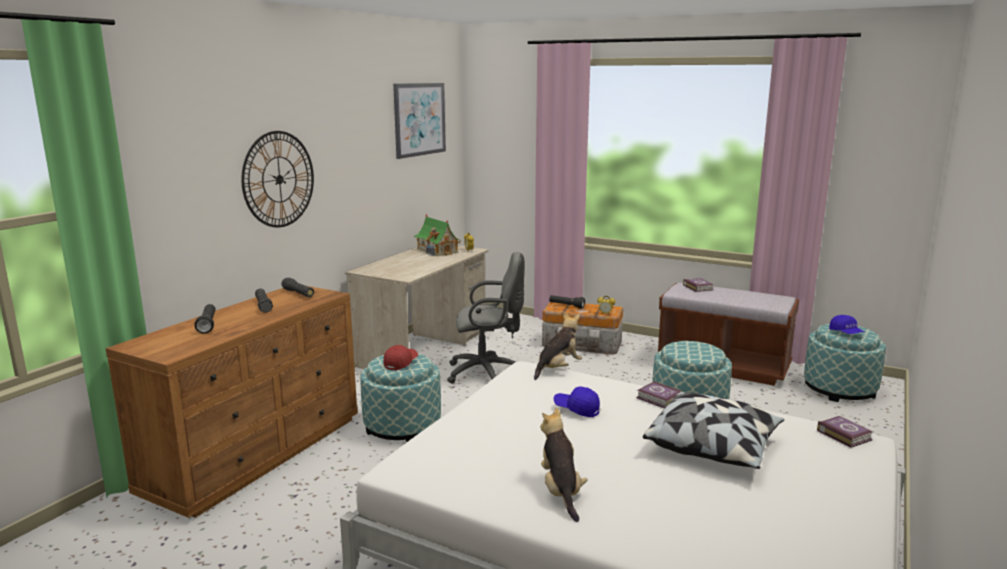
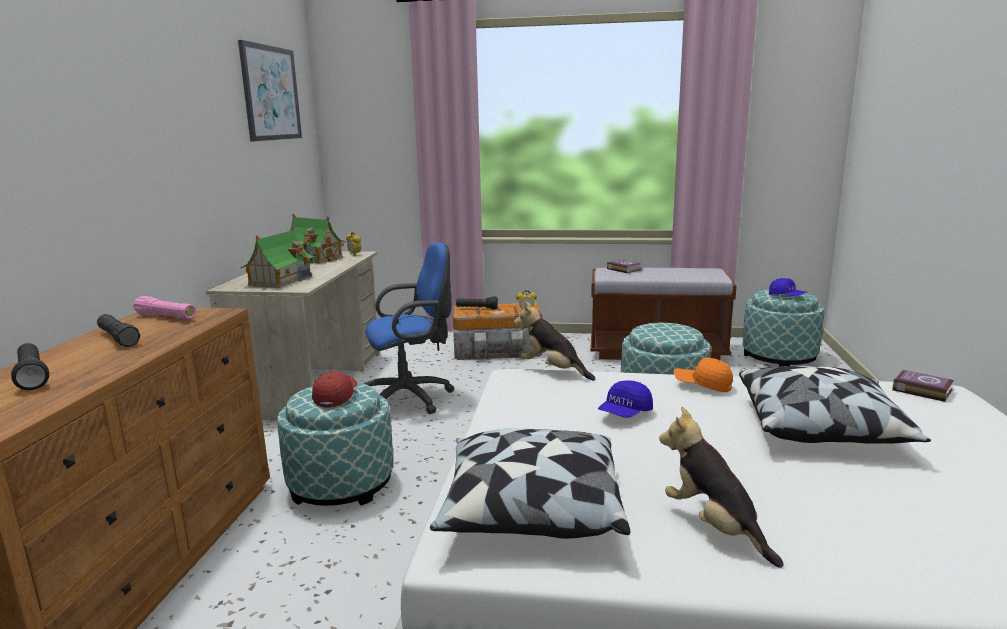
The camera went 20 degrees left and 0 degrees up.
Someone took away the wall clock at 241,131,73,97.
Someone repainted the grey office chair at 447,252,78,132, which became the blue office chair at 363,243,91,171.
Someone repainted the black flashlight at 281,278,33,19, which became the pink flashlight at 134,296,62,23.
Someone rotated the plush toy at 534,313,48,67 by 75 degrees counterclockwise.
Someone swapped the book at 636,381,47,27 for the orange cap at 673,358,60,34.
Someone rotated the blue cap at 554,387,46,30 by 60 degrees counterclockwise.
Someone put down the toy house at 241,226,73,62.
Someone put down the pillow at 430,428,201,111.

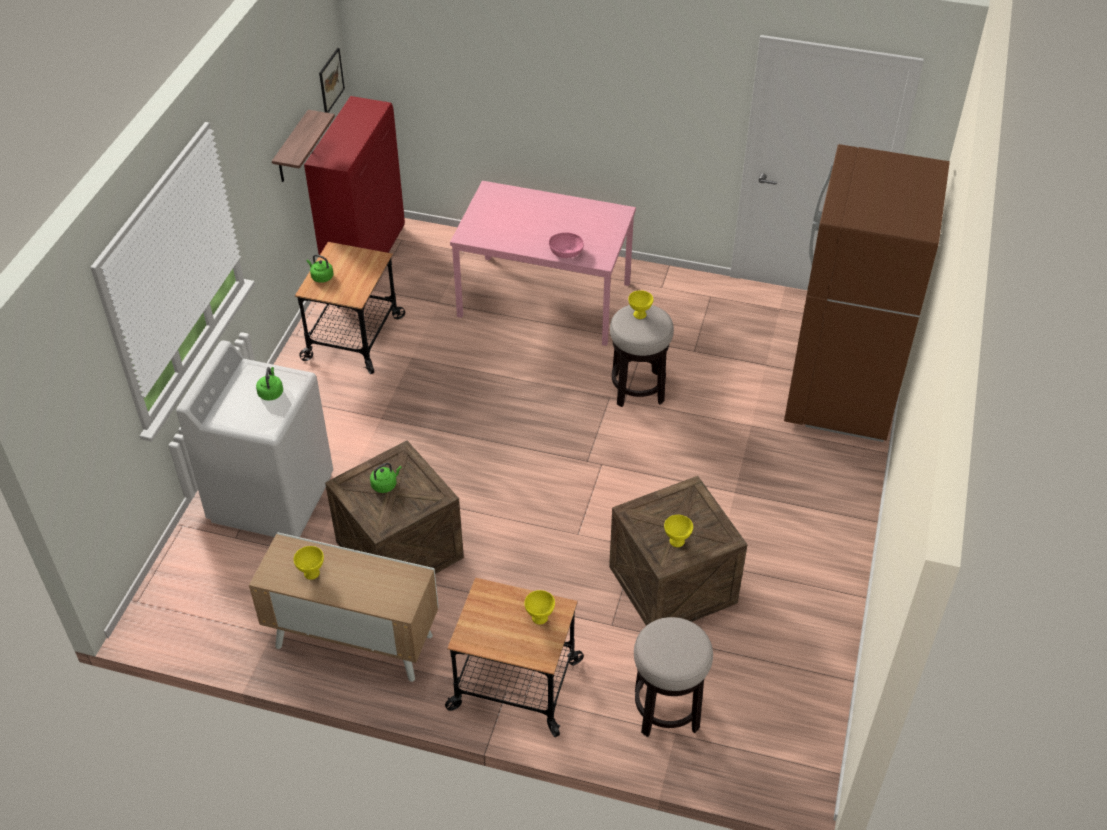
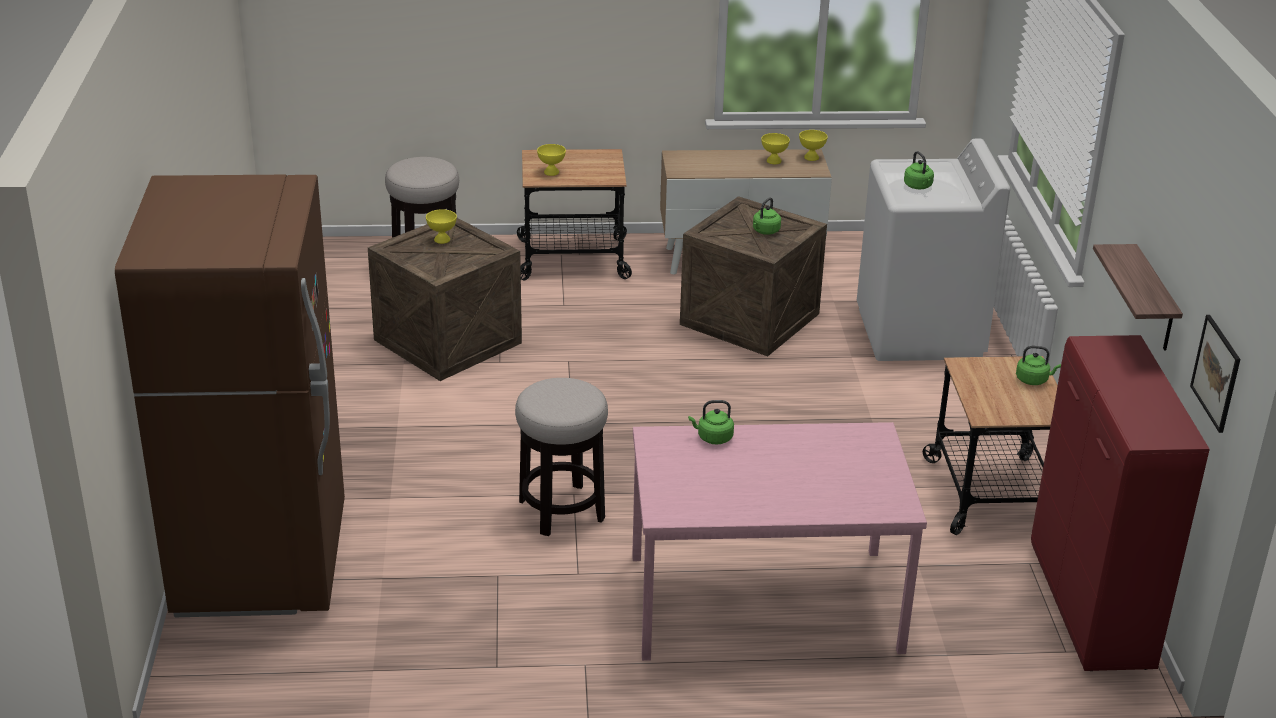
The camera went 160 degrees right and 15 degrees down.
Someone swapped the pink bowl at 549,232,35,26 for the green kettle at 688,400,46,45.
Someone carried the yellow bowl from 628,290,25,29 to 799,130,29,31.

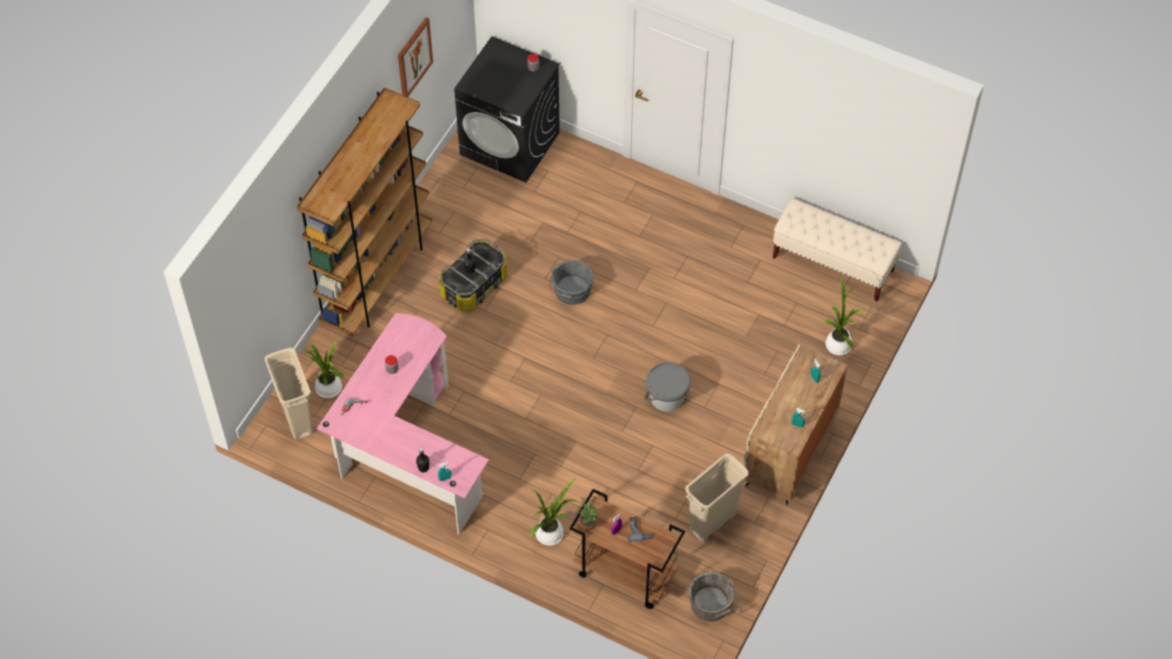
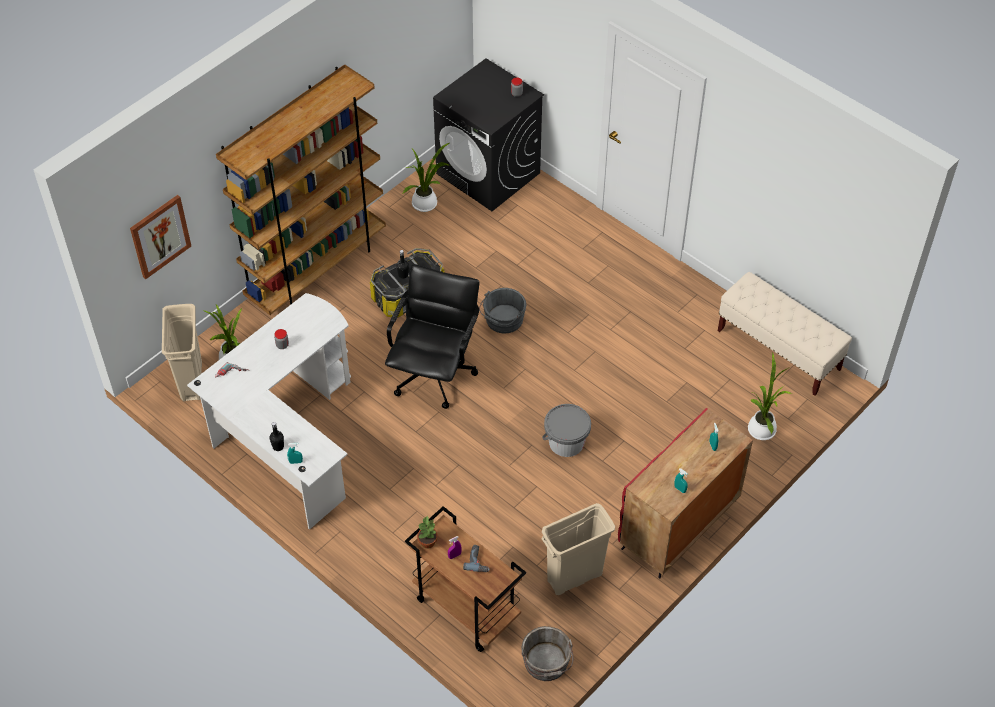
The camera went 15 degrees right and 5 degrees down.
Someone carried the picture from 398,17,35,80 to 130,195,61,84.
Someone repainted the pink desk at 317,313,172,221, which became the white desk at 187,293,164,237.
Someone repainted the beige cabinet at 744,344,104,161, which became the red cabinet at 618,408,135,171.
Someone carried the potted plant from 530,478,51,68 to 403,143,47,69.
Someone put down the black office chair at 385,264,94,145.

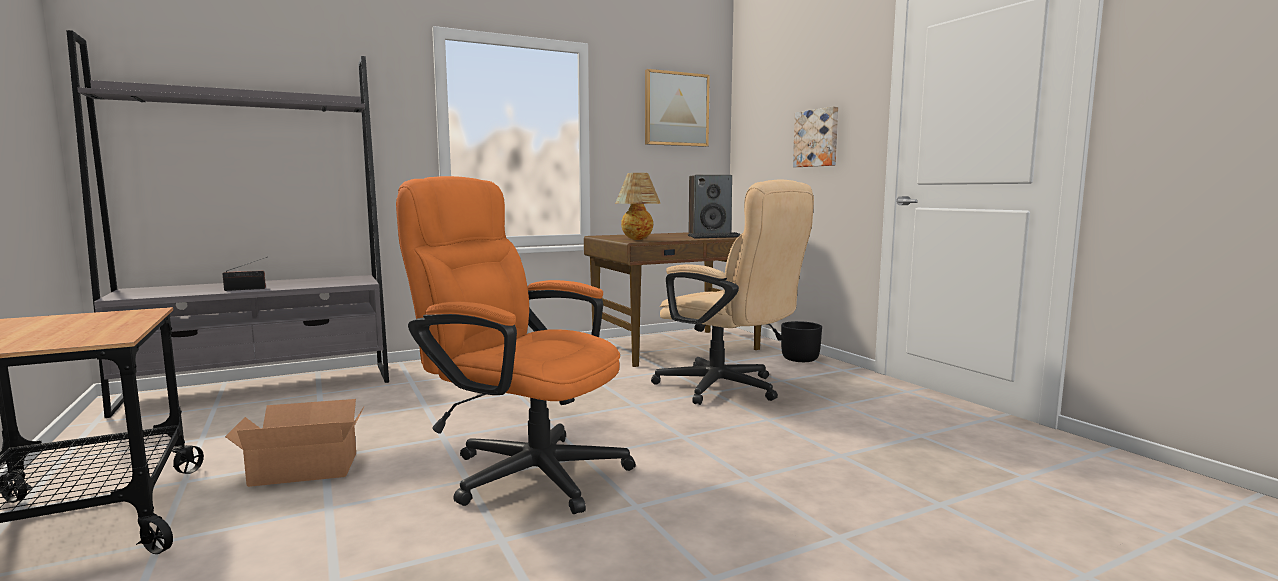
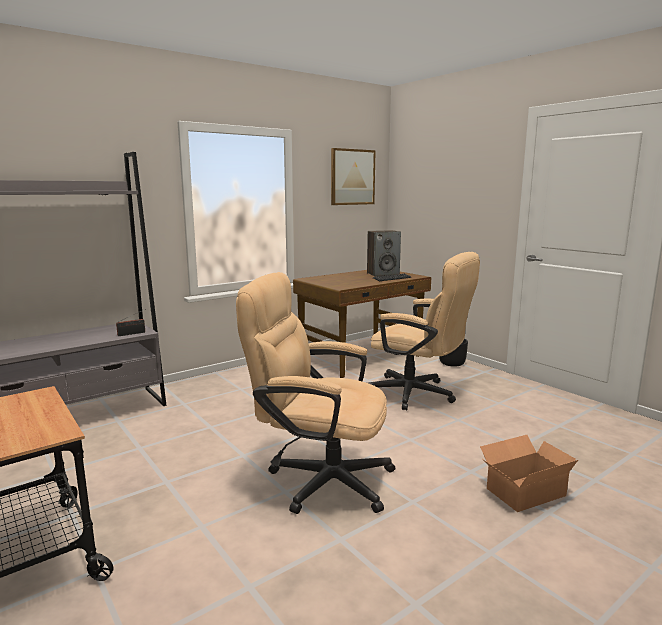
The camera went 10 degrees left and 5 degrees up.
Someone took away the picture at 793,106,45,61.
Someone took away the table lamp at 616,173,45,67.
Someone repainted the orange office chair at 396,176,239,338, which became the beige office chair at 236,272,159,242.
Someone carried the radio from 223,257,44,34 to 116,309,30,27.
Someone carried the cardboard box from 225,399,139,88 to 480,435,98,77.

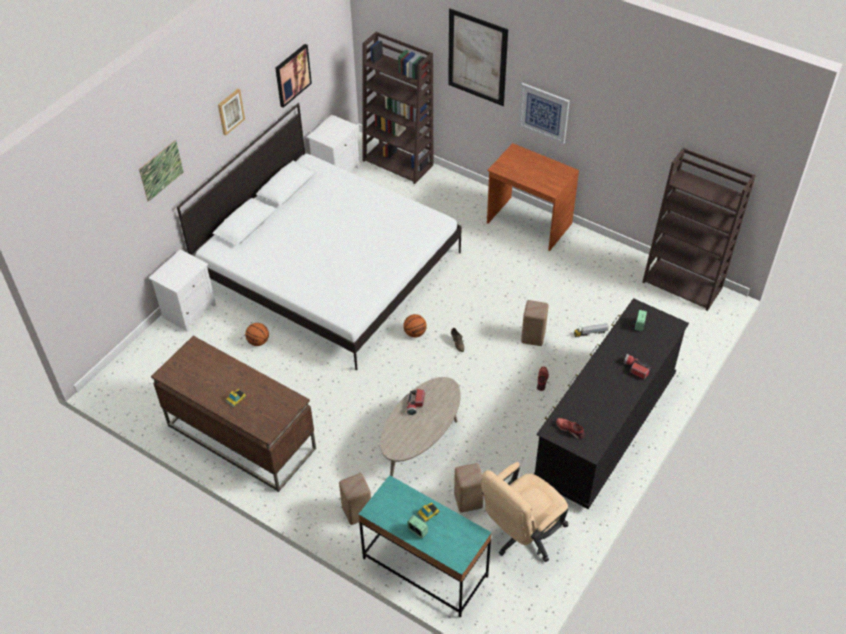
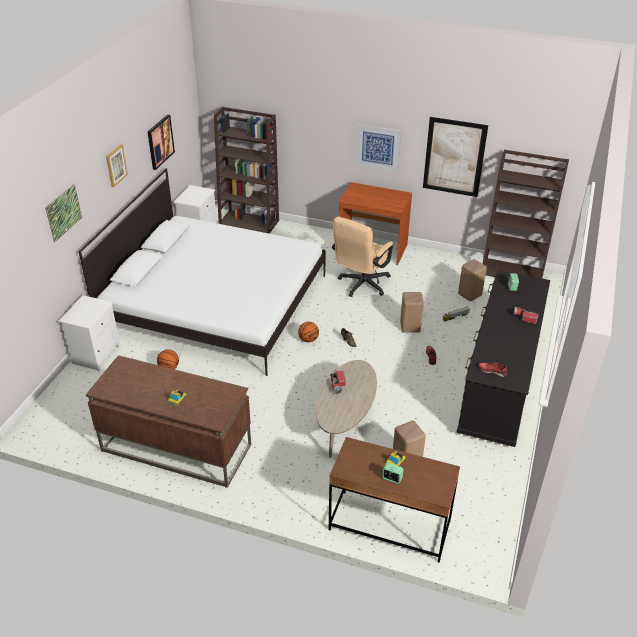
The camera went 15 degrees left and 10 degrees down.
Someone carried the picture from 448,8,60,98 to 423,117,65,80.
Someone carried the beige office chair from 481,462,87,100 to 332,217,61,80.
Someone carried the beige stool from 339,473,32,52 to 458,259,29,42.
Someone repainted the turquoise desk at 358,475,134,143, which became the brown desk at 329,437,131,126.

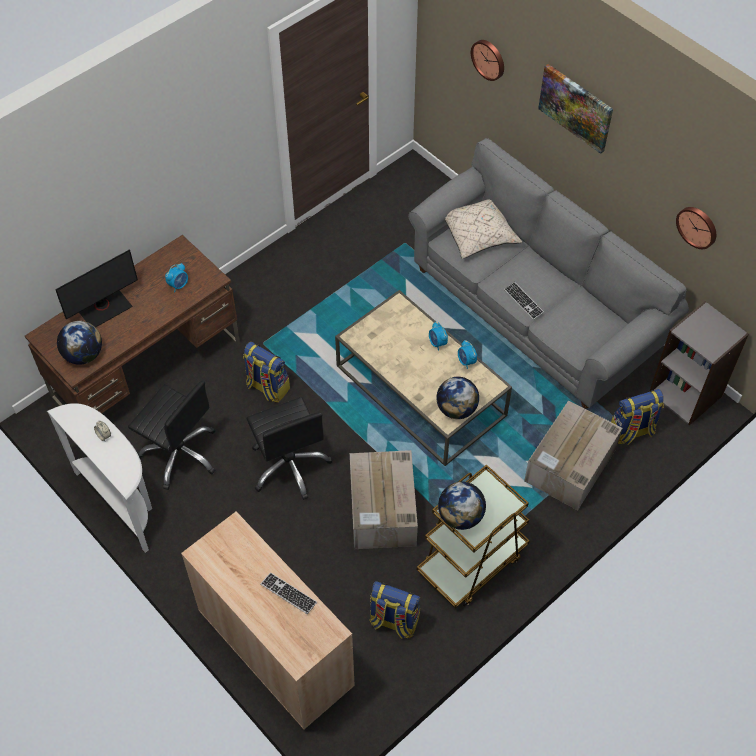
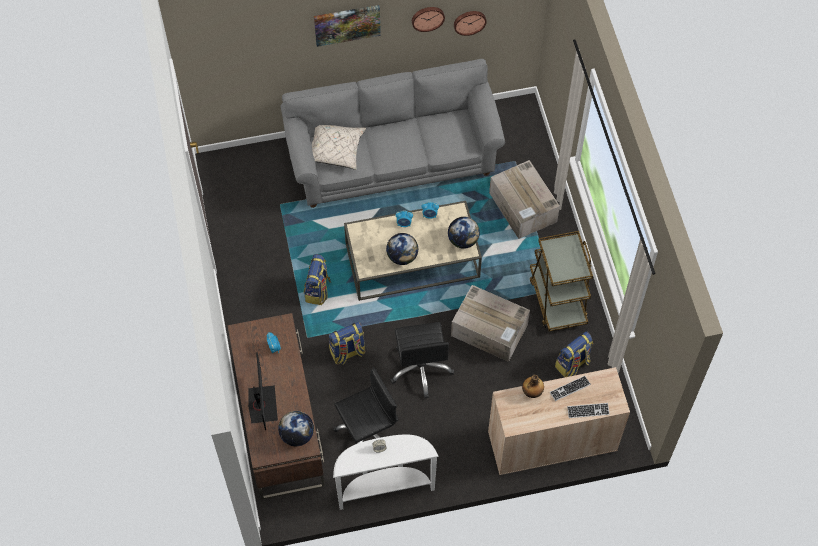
The camera went 60 degrees left and 5 degrees up.
Someone carried the wall clock from 471,40,33,41 to 412,7,33,25.
Someone carried the keyboard from 504,282,40,38 to 567,403,42,15.
Someone took away the grey bookcase at 650,301,99,124.
Someone carried the backpack from 611,389,53,56 to 304,254,27,51.
Someone rotated the black office chair at 246,397,87,103 by 75 degrees clockwise.
Someone carried the globe from 438,482,48,48 to 386,233,32,32.
Someone put down the bottle at 522,375,22,23.

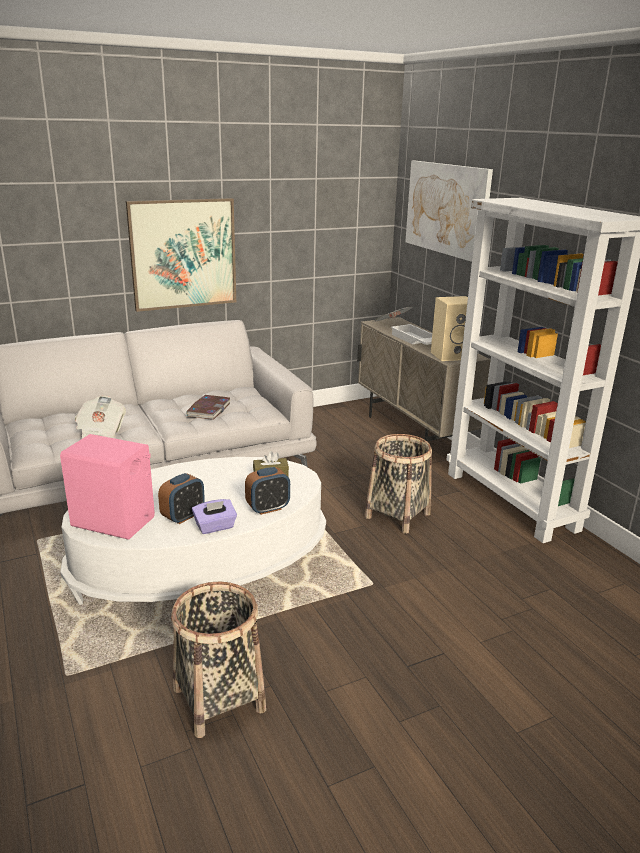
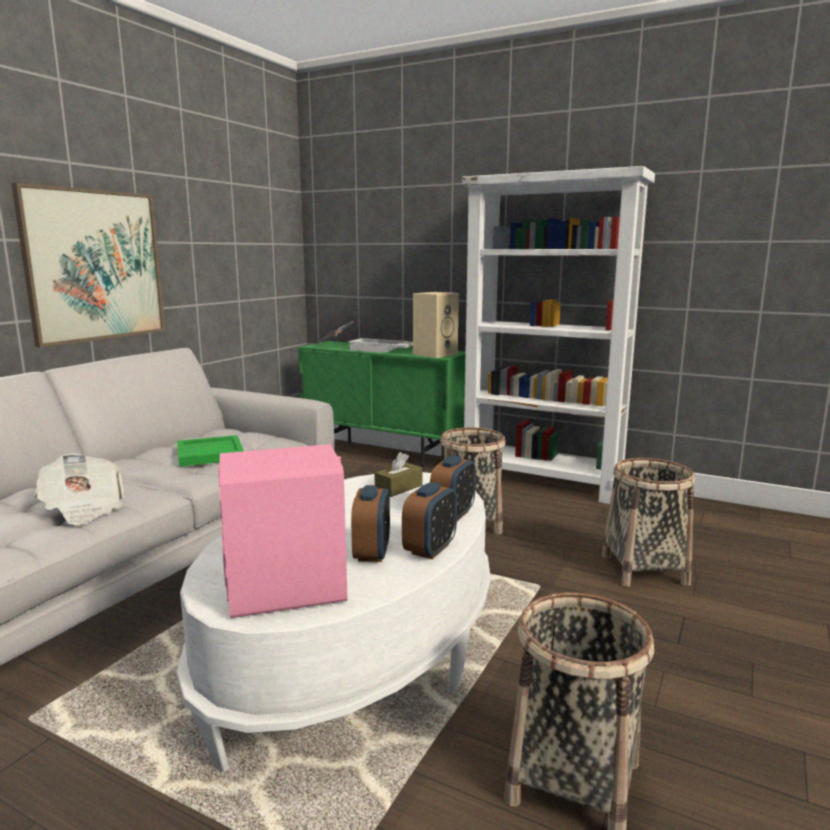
The camera went 35 degrees left and 10 degrees down.
Someone took away the picture at 405,161,88,101.
Someone repainted the beige cabinet at 357,317,134,124, which became the green cabinet at 298,341,168,131.
Someone swapped the book at 186,395,45,25 for the green tray at 177,435,67,32.
Someone swapped the purple tissue box at 192,499,45,35 for the alarm clock at 402,482,55,77.
Someone put down the basket at 602,458,93,129.

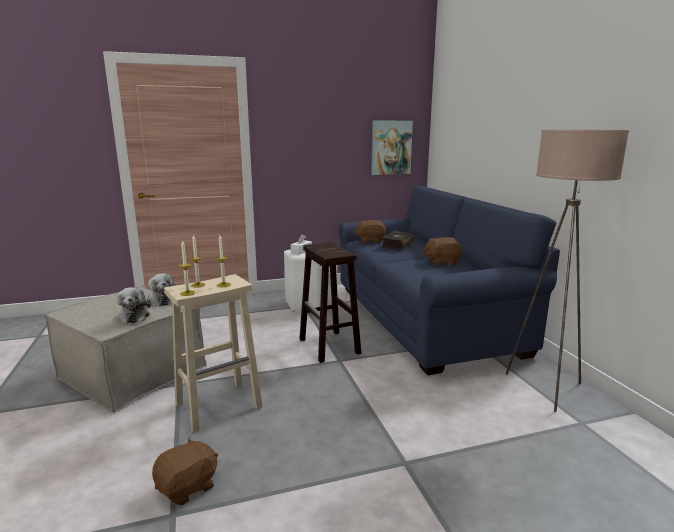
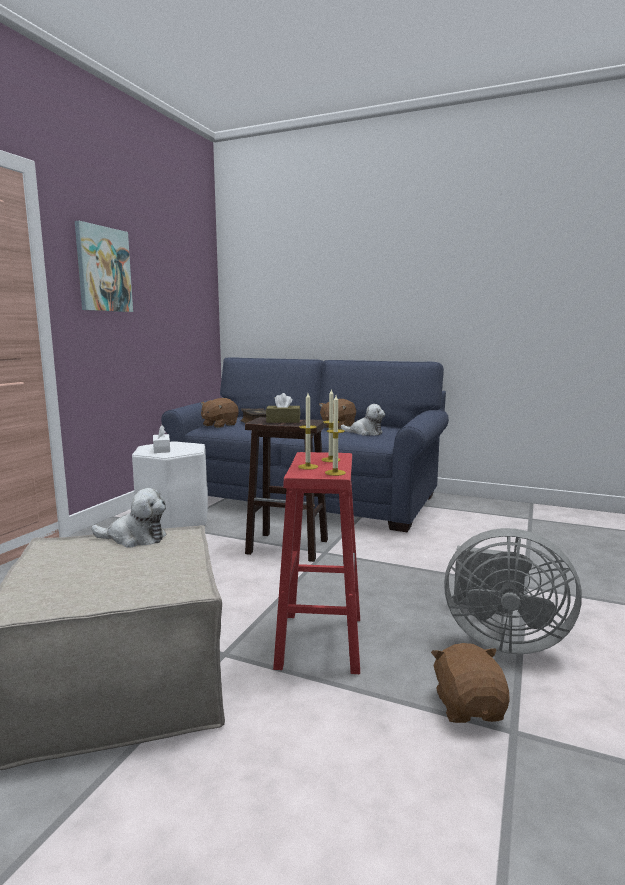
The camera went 50 degrees left and 5 degrees down.
Someone carried the picture from 371,121,42,54 to 75,221,58,91.
Someone took away the beige floor lamp at 506,129,123,283.
Someone repainted the beige stool at 164,274,99,159, which became the red stool at 273,452,87,222.
Someone carried the plush toy from 116,287,35,37 to 341,404,44,32.
Someone put down the brown tissue box at 266,393,34,30.
Someone put down the grey fan at 444,528,138,126.

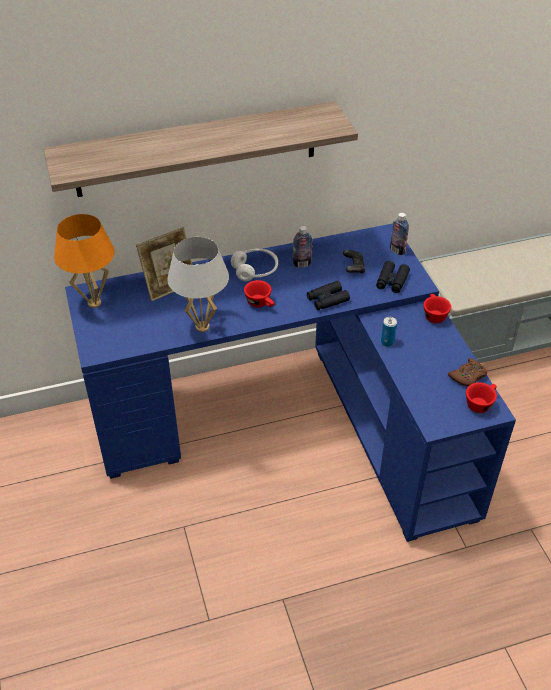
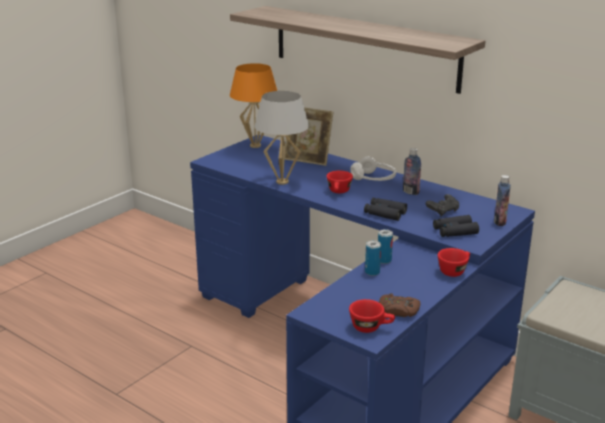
The camera went 55 degrees right and 20 degrees down.
Someone put down the can at 365,240,16,36.

